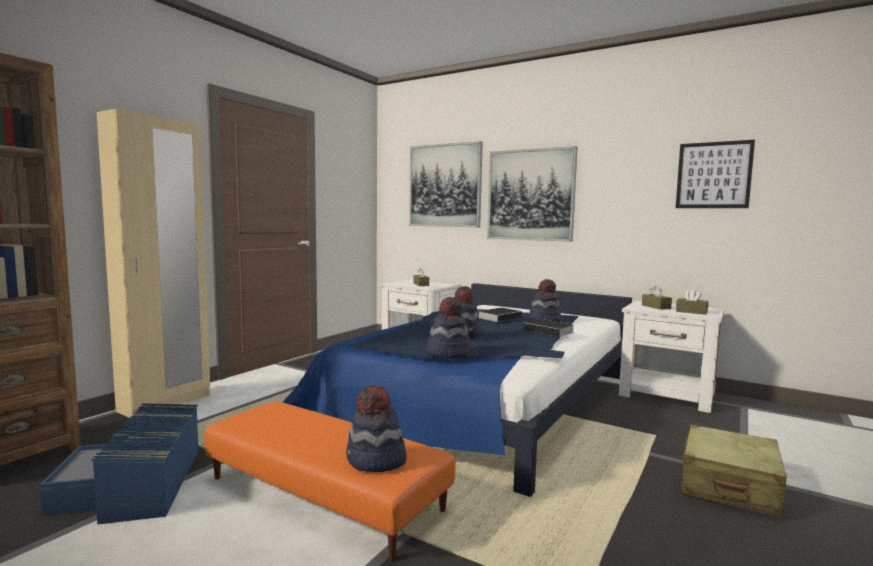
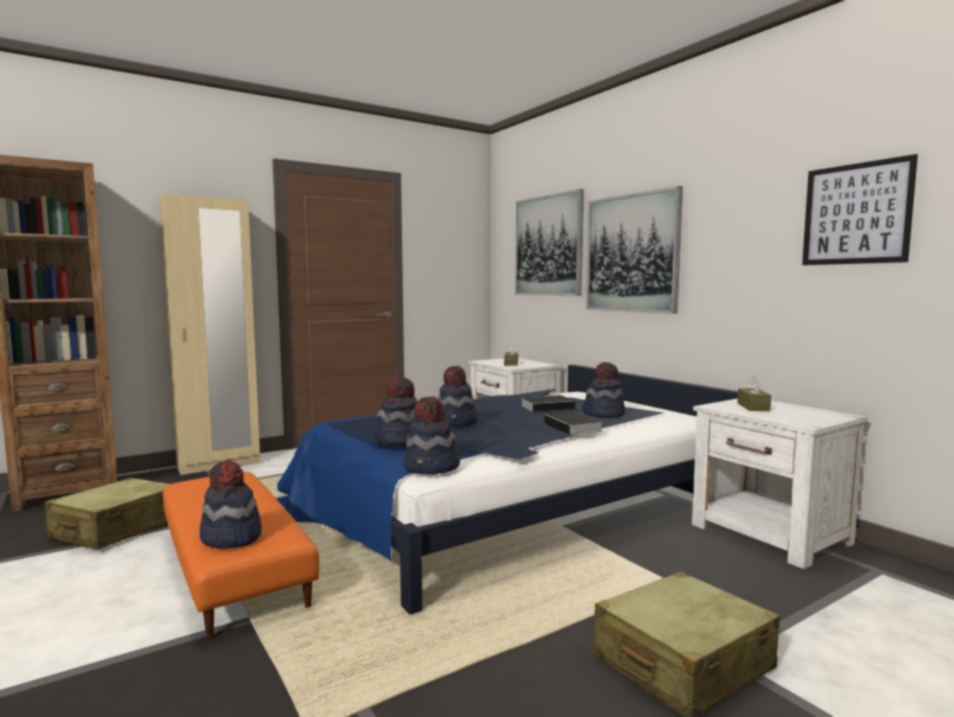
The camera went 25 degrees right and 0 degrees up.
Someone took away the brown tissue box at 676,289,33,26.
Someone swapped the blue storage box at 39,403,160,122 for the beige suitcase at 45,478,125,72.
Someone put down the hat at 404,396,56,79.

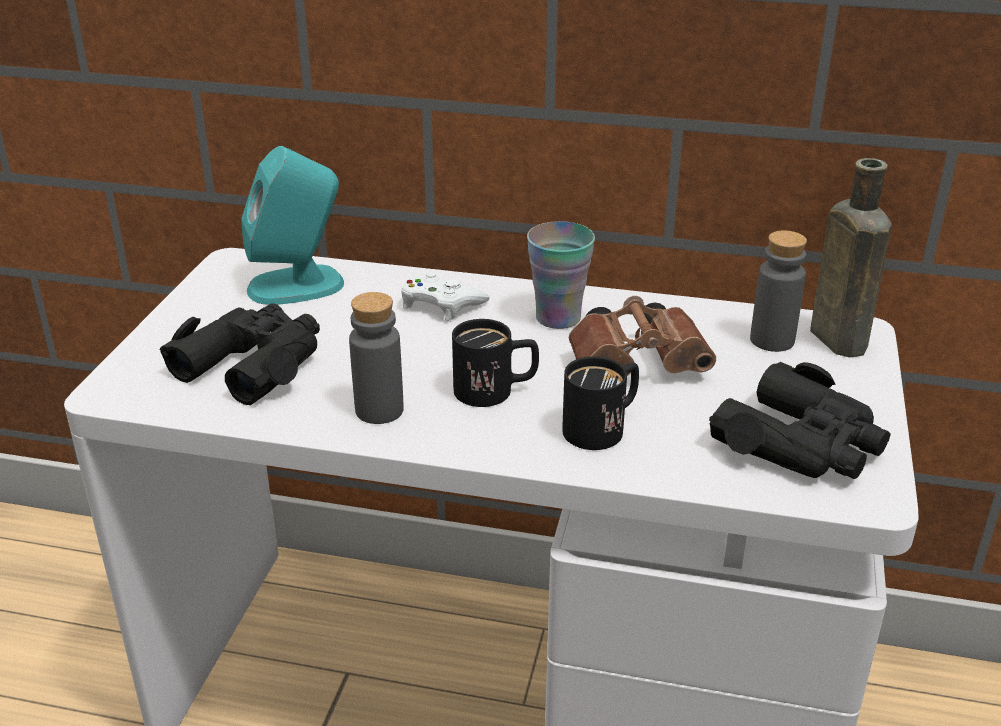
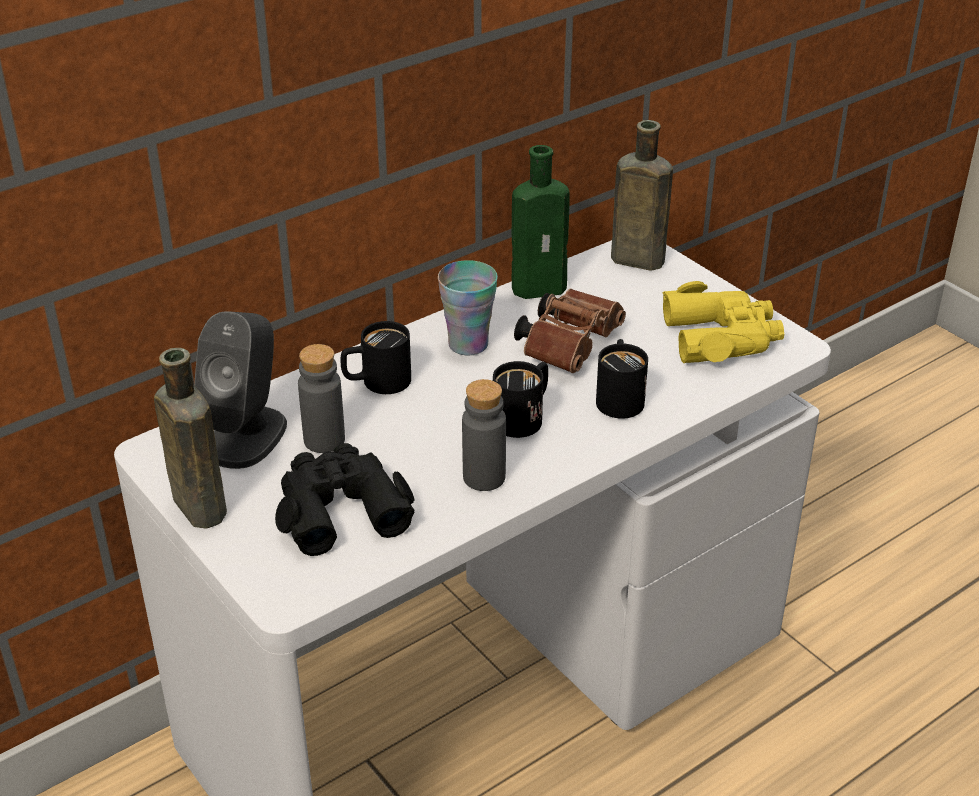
The camera went 50 degrees left and 5 degrees up.
Someone repainted the turquoise speaker at 241,146,103,159, which became the grey speaker at 194,311,93,158.
Someone carried the grey bottle from 750,230,57,122 to 298,344,47,109.
Someone swapped the white game controller at 401,272,89,49 for the black mug at 341,321,70,73.
Someone repainted the black binoculars at 709,362,182,117, which became the yellow binoculars at 663,281,121,82.
Someone put down the green bottle at 512,145,58,154.
Someone put down the brown bottle at 154,348,73,181.

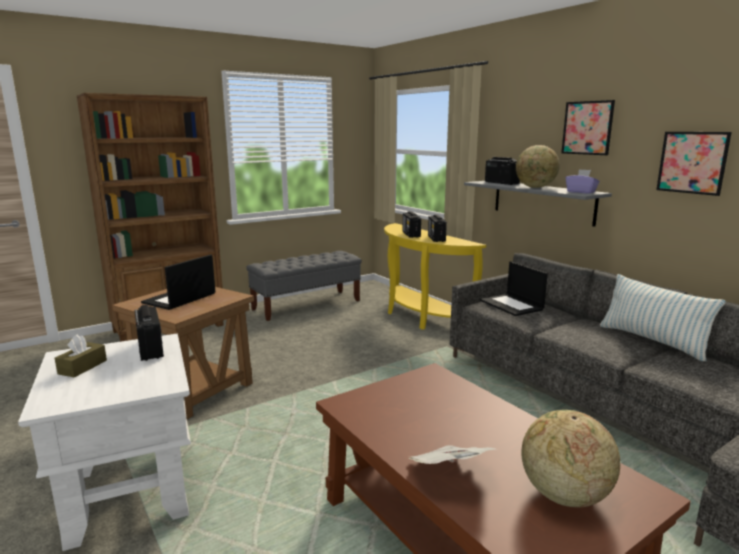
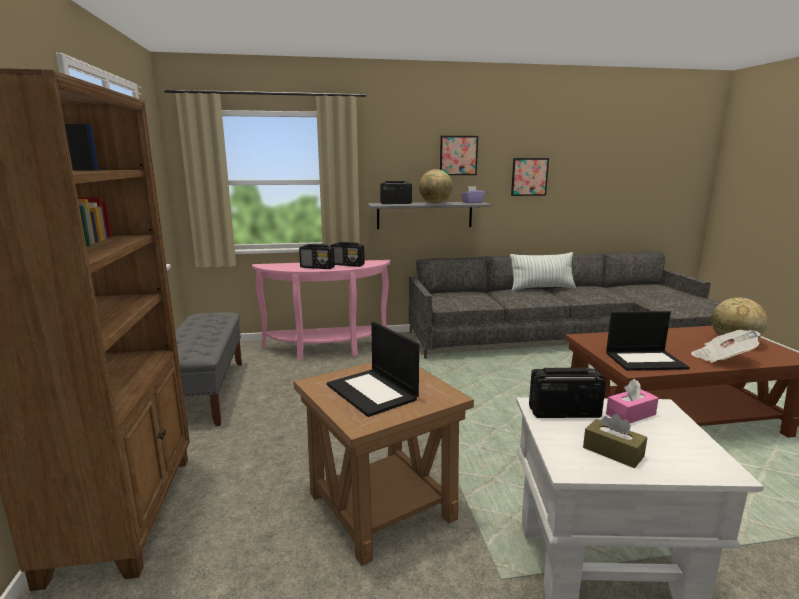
The camera went 65 degrees left and 0 degrees up.
Someone repainted the yellow console table at 384,223,102,107, which became the pink console table at 252,260,138,100.
Someone carried the laptop from 480,262,68,54 to 606,311,84,60.
Someone put down the pink tissue box at 606,379,53,45.

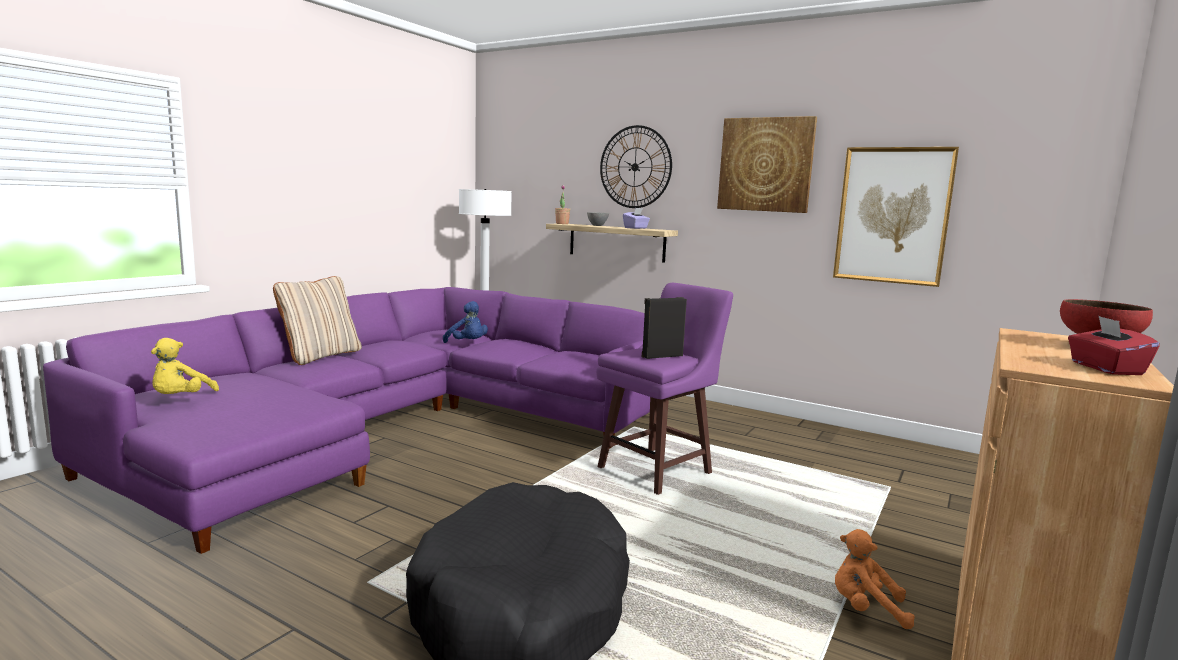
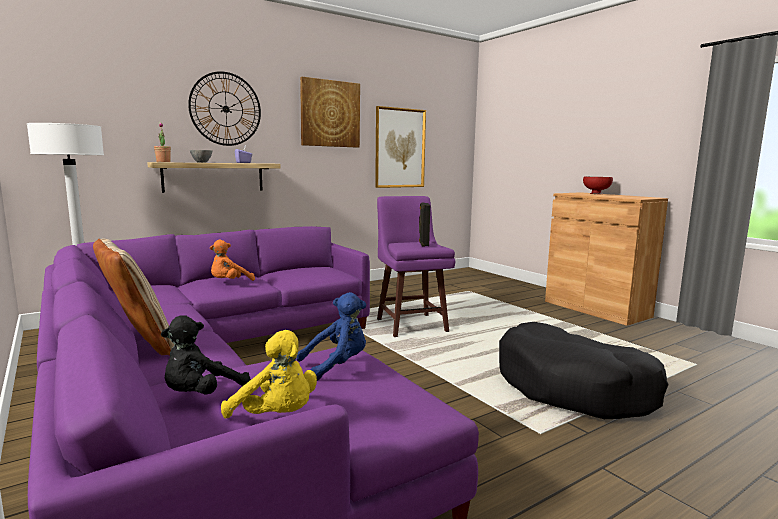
The camera went 65 degrees left and 0 degrees up.
Someone carried the blue plush toy from 443,301,45,42 to 296,292,70,89.
Someone took away the red tissue box at 1068,315,92,60.
Someone carried the orange plush toy from 835,529,80,100 to 210,240,45,41.
Someone put down the black plush toy at 161,315,90,79.

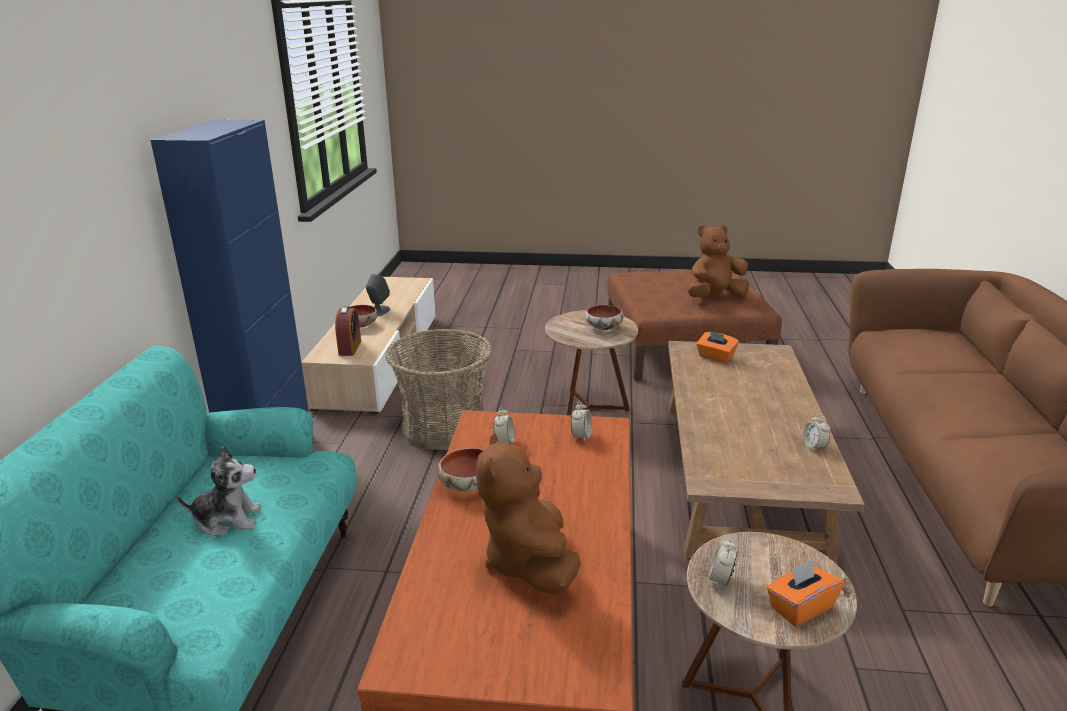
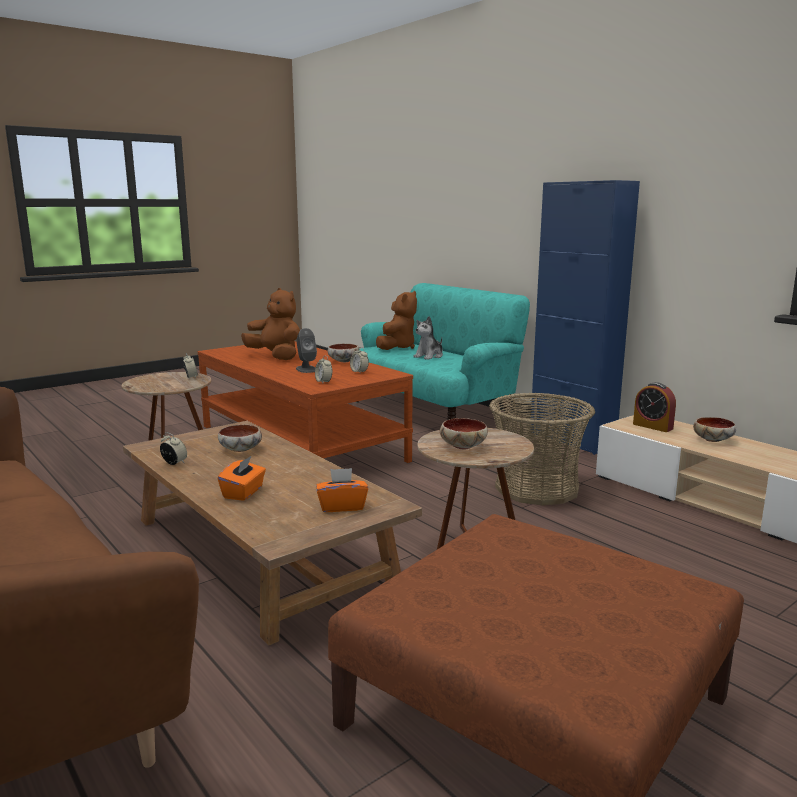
The camera went 135 degrees right and 10 degrees down.
Someone carried the brown plush toy from 688,225,61,72 to 376,291,41,59.
Someone carried the grey speaker from 366,274,25,42 to 296,328,21,45.
Someone carried the orange tissue box from 767,559,77,67 to 218,455,48,46.
Someone put down the bowl at 218,425,44,27.

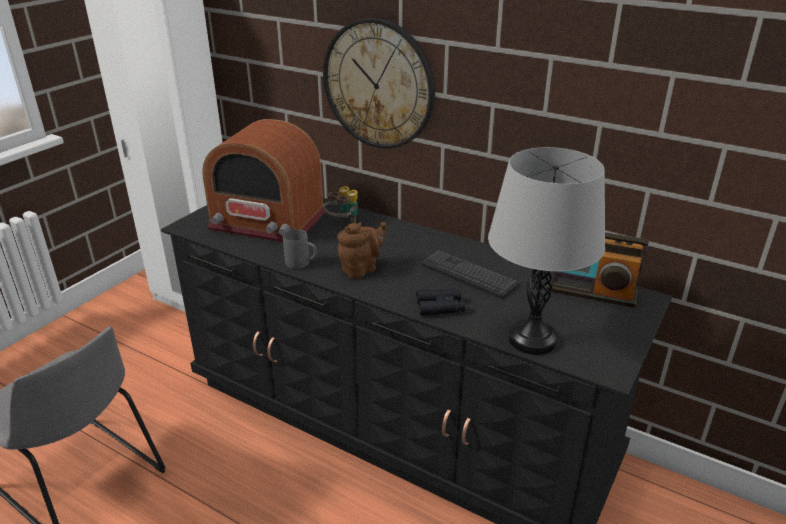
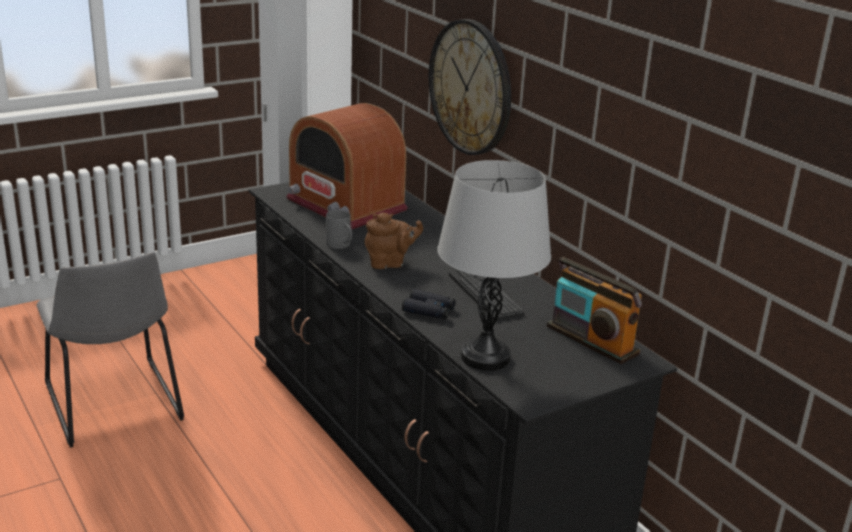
The camera went 25 degrees right and 5 degrees down.
Someone took away the binoculars at 323,186,35,37.

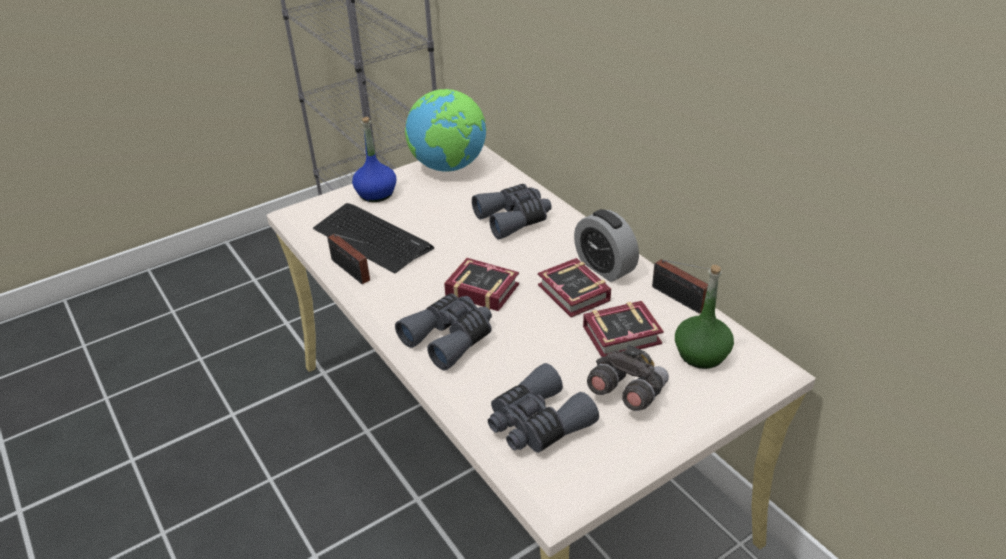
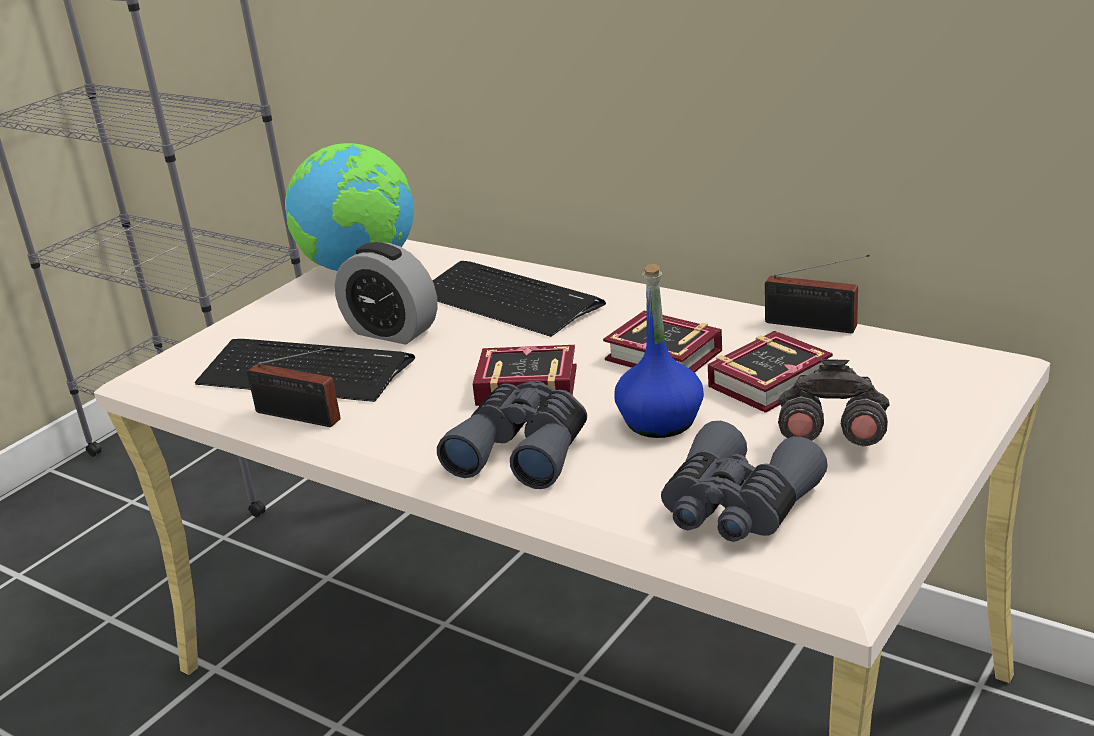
The camera went 20 degrees left and 10 degrees down.
Someone carried the blue bottle from 352,117,44,85 to 614,264,90,174.
Someone swapped the grey binoculars at 472,184,80,56 for the keyboard at 432,261,174,76.
Someone carried the alarm clock from 574,209,65,73 to 335,242,103,103.
Someone took away the green bottle at 675,265,59,104.

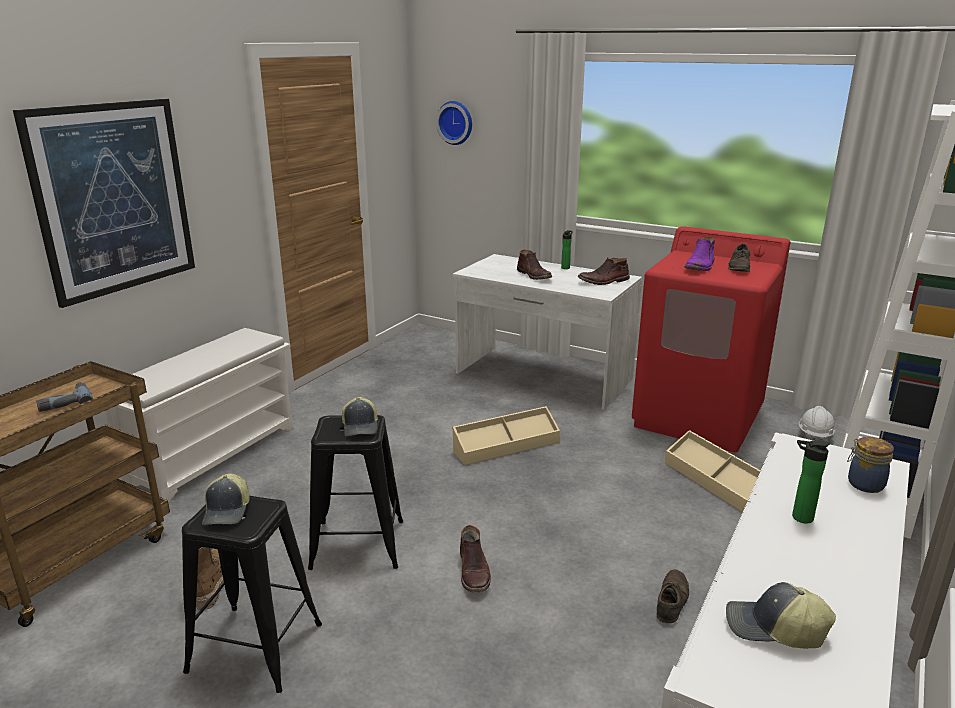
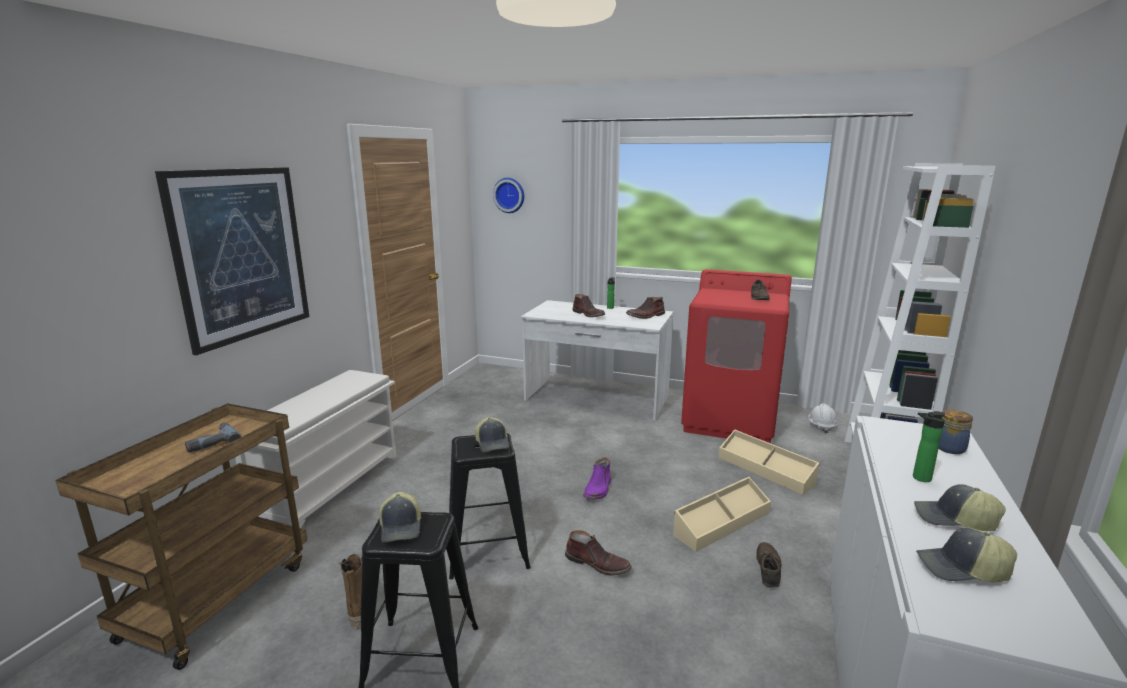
The camera went 10 degrees left and 5 degrees down.
Someone carried the purple boot from 685,236,30,35 to 583,458,28,42.
Someone carried the beige storage box from 453,406,107,59 to 673,477,98,75.
Someone rotated the brown boot at 460,525,31,67 by 45 degrees counterclockwise.
Someone put down the cap at 914,484,92,47.

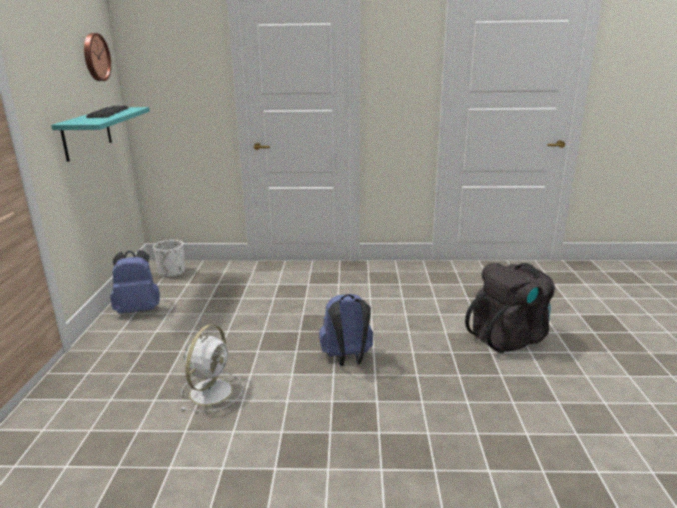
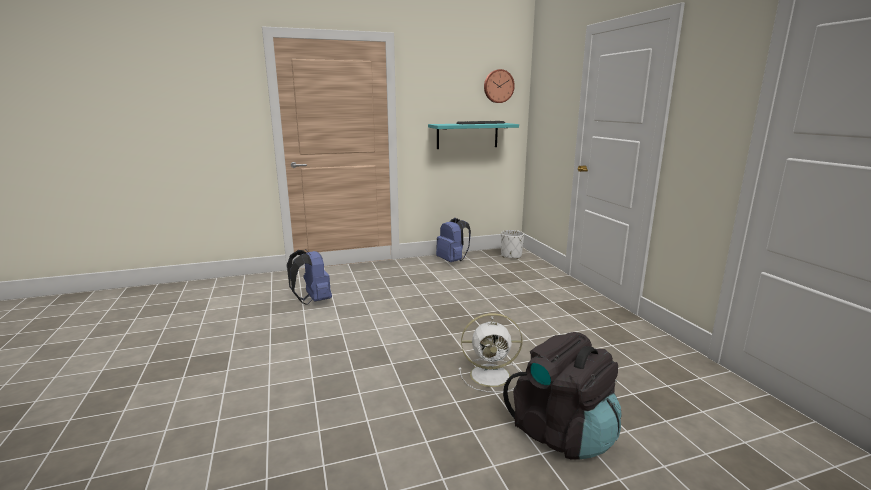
The camera went 70 degrees right and 5 degrees down.
Someone carried the blue backpack from 319,294,54,72 to 287,249,45,56.
Someone carried the white fan from 180,324,64,88 to 459,313,63,80.

